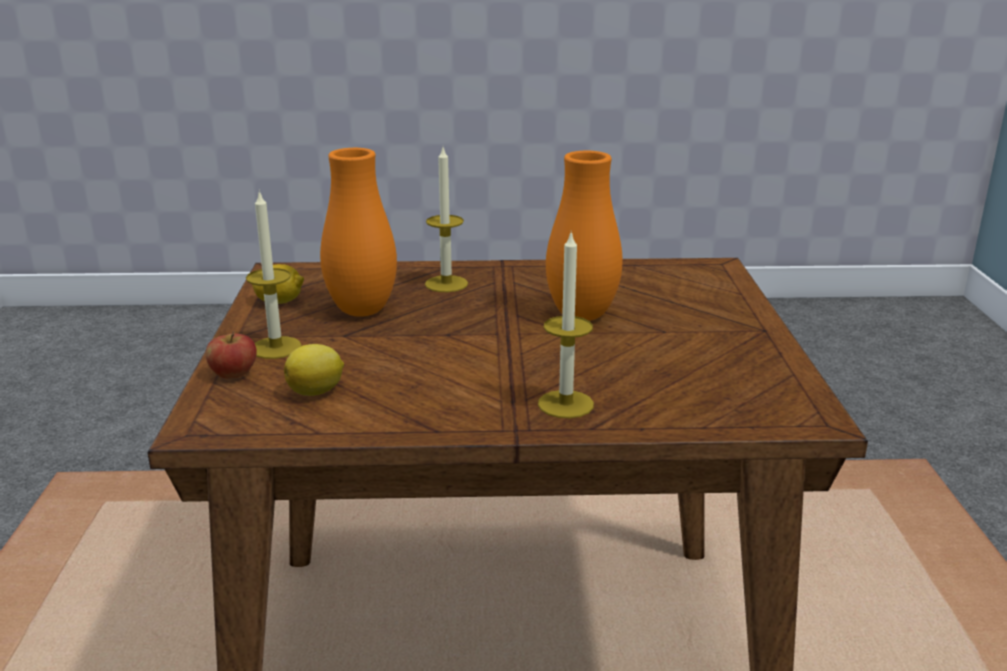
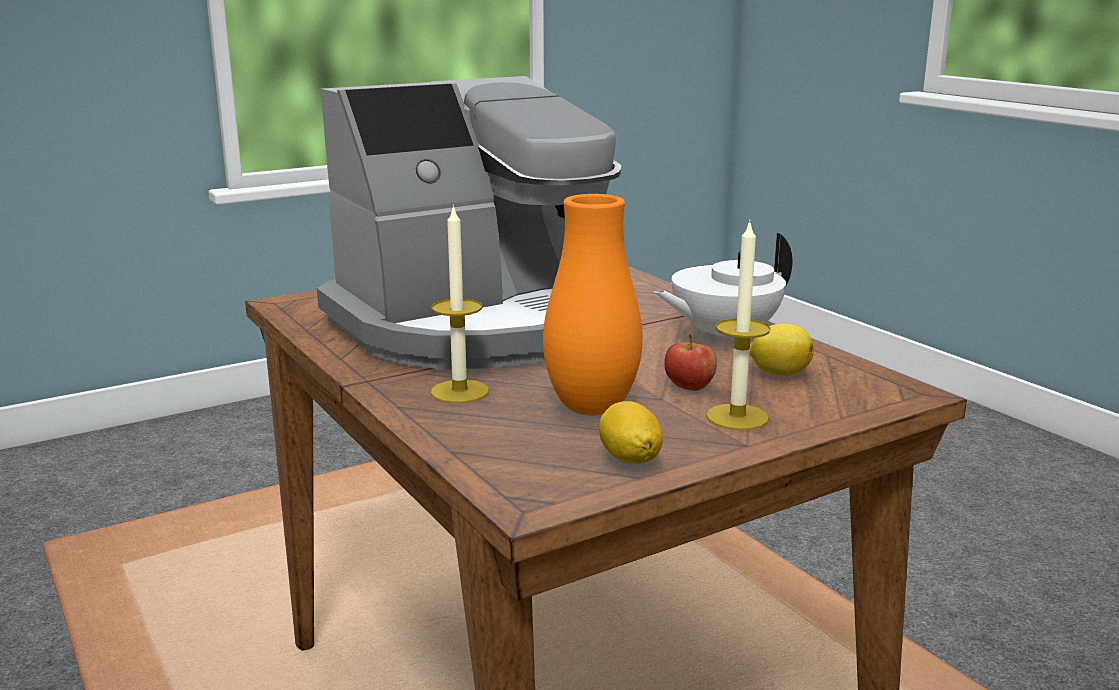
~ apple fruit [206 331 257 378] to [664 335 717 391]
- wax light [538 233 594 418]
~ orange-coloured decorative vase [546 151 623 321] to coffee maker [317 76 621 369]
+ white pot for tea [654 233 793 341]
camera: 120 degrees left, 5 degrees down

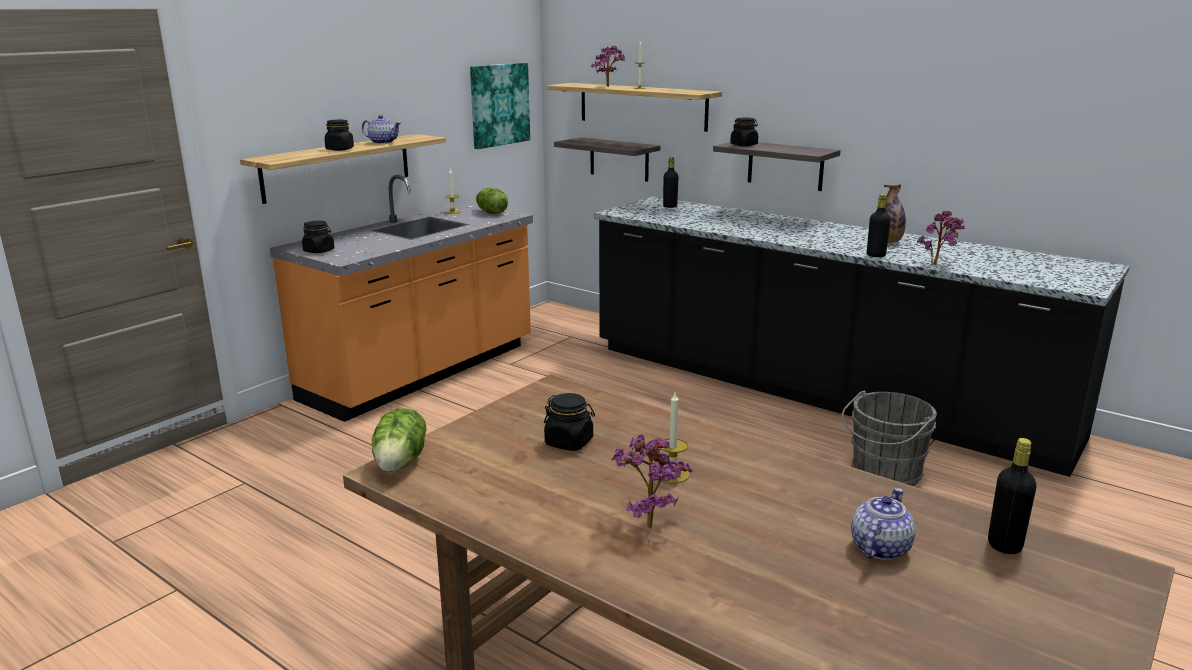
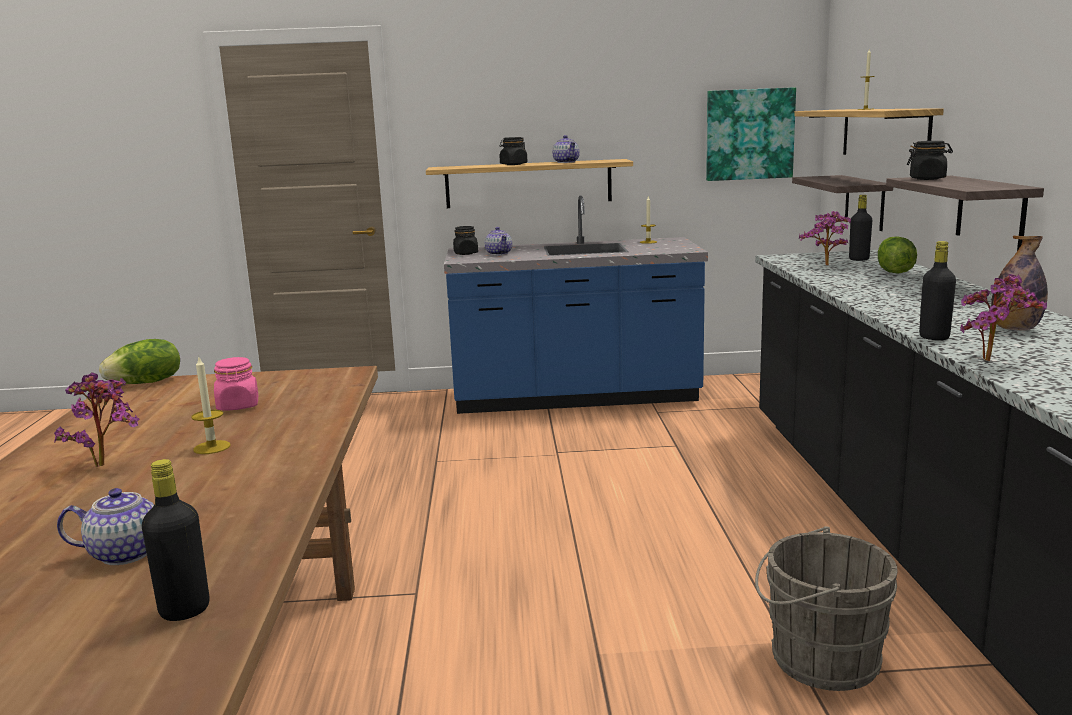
~ orange-coloured kitchen counter [270 175 533 422] to blue-coloured kitchen counter [444 195 708 414]
~ lettuce [476 188 508 214] to [878 236 917 273]
~ blackish preserve jar [544 393 595 451] to pinkish preserve jar [214 357 258 411]
~ plant in a pot [591 45 625 87] to [799 211 851 266]
+ pot for tea [485 227 512 255]
camera: 50 degrees right, 5 degrees down

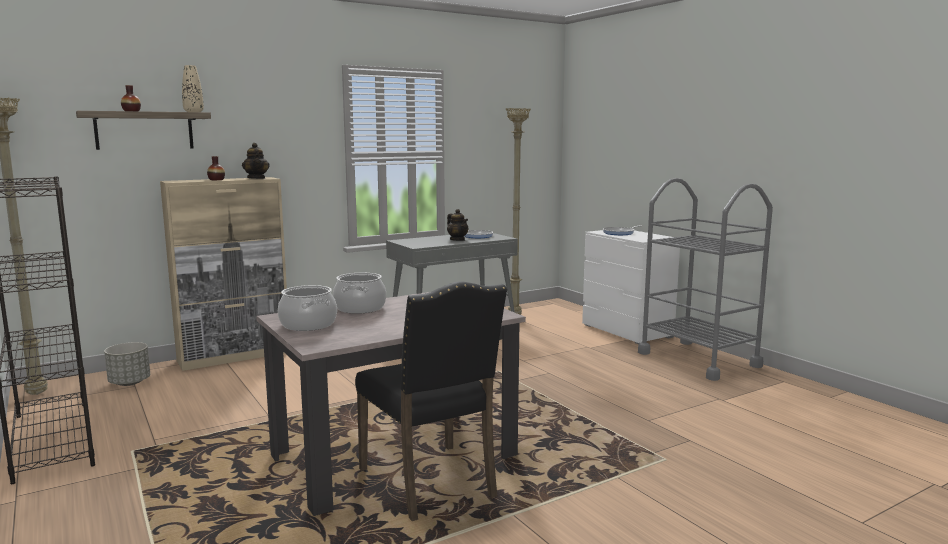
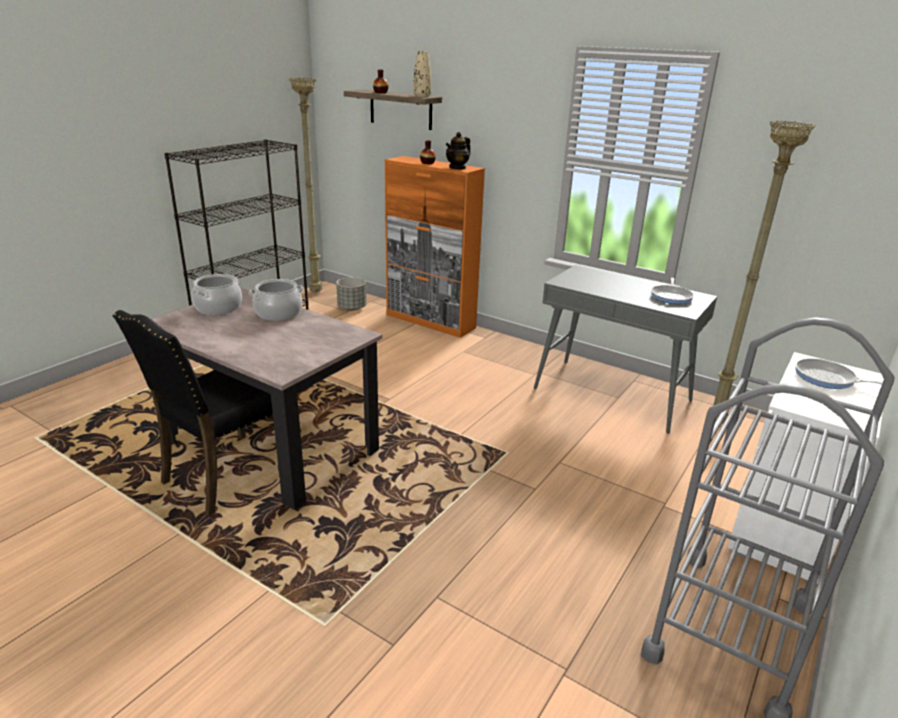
~ beige-coloured cupboard [160 177 287 371] to orange-coloured cupboard [385 156 485 338]
- pot for tea [447 209 468 241]
camera: 65 degrees right, 15 degrees up

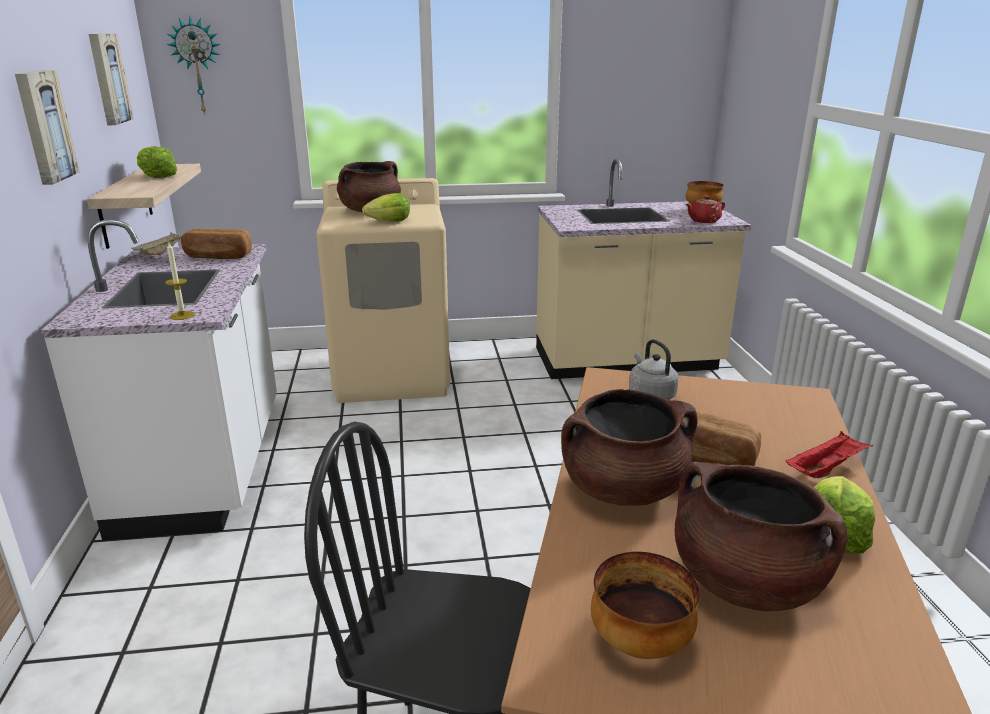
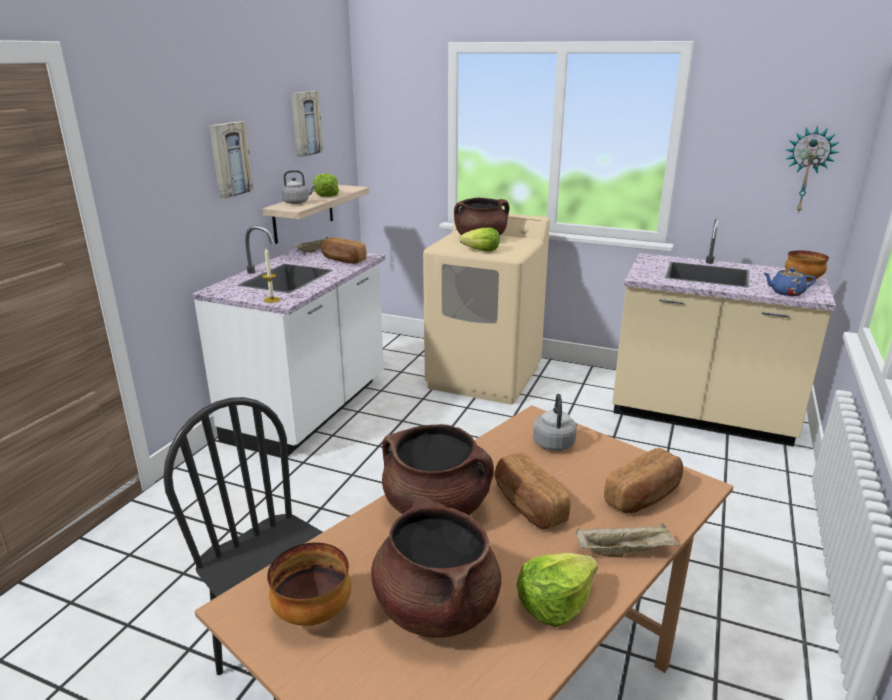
~ hanging clock [167 16 221 115] to [786 126 839 214]
~ red-coloured pot for tea [686 196 725 223] to blue-coloured pot for tea [763 268 816 296]
~ red-coloured serving tray [786 431 873 478] to beige-coloured serving tray [576 523 680 557]
+ grey kettle [282 170 316 204]
+ bakery bread [604 448 683 513]
camera: 30 degrees right, 0 degrees up

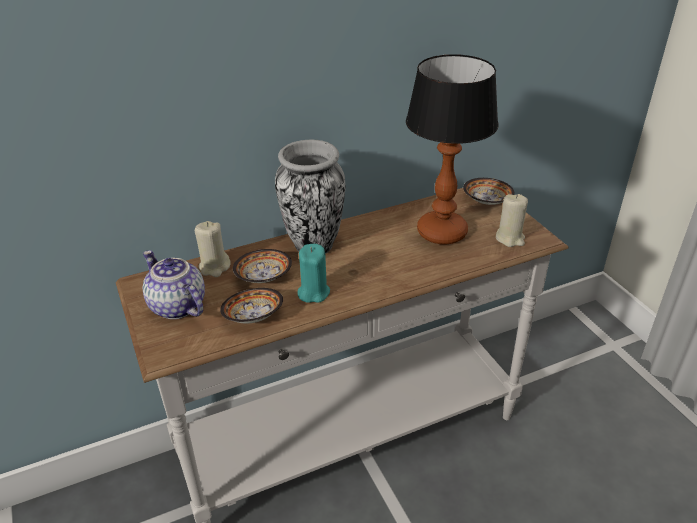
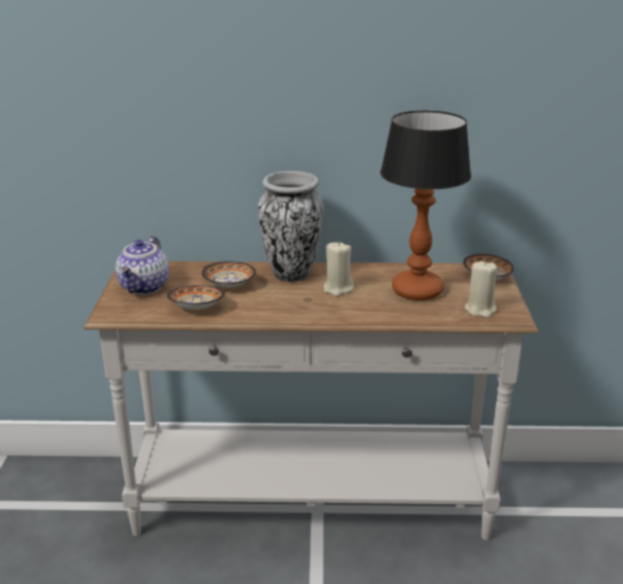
~ pot for tea [143 250 205 319] = [115 236 169 295] 150 degrees counterclockwise
~ beige-coloured wax light [195 221 230 277] to [324 241 354 296]
- blue-green wax light [297 244 330 303]
camera: 25 degrees right, 10 degrees down

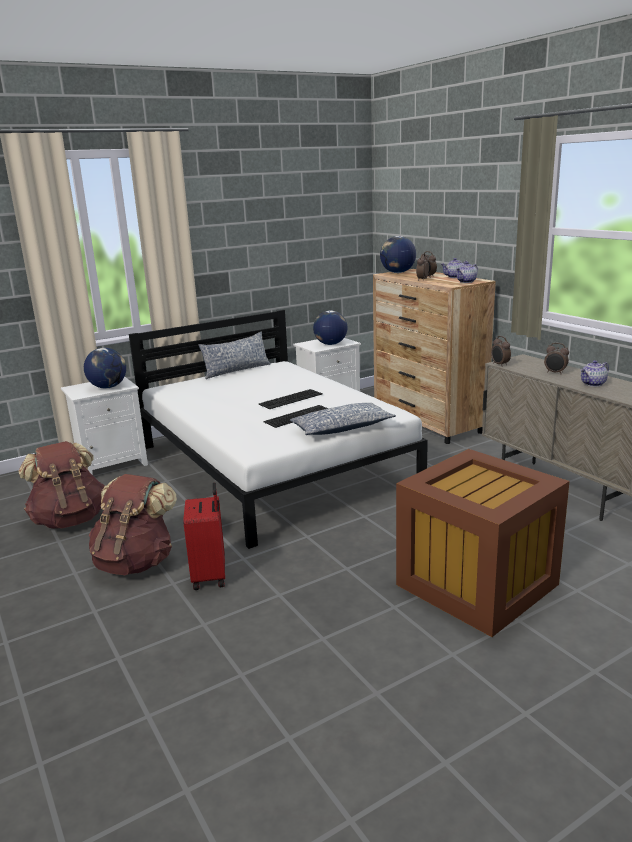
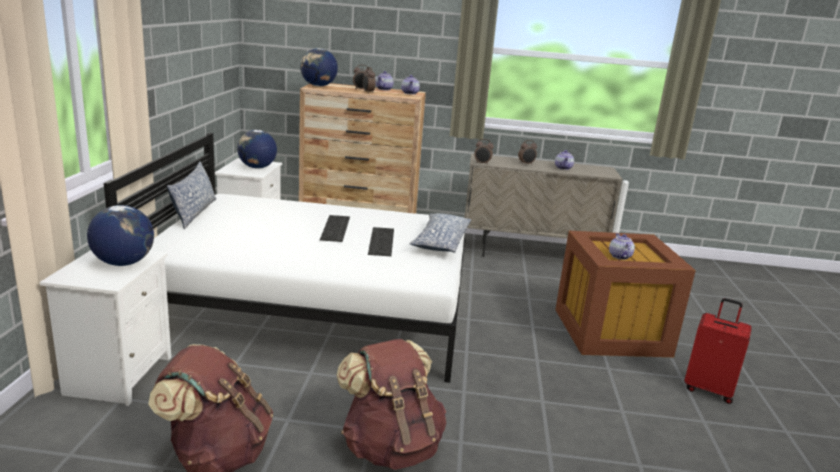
~ red-coloured piece of luggage [183 482 225 590] to [684 298 751 404]
+ pot for tea [609 233 635 260]
camera: 55 degrees left, 0 degrees up

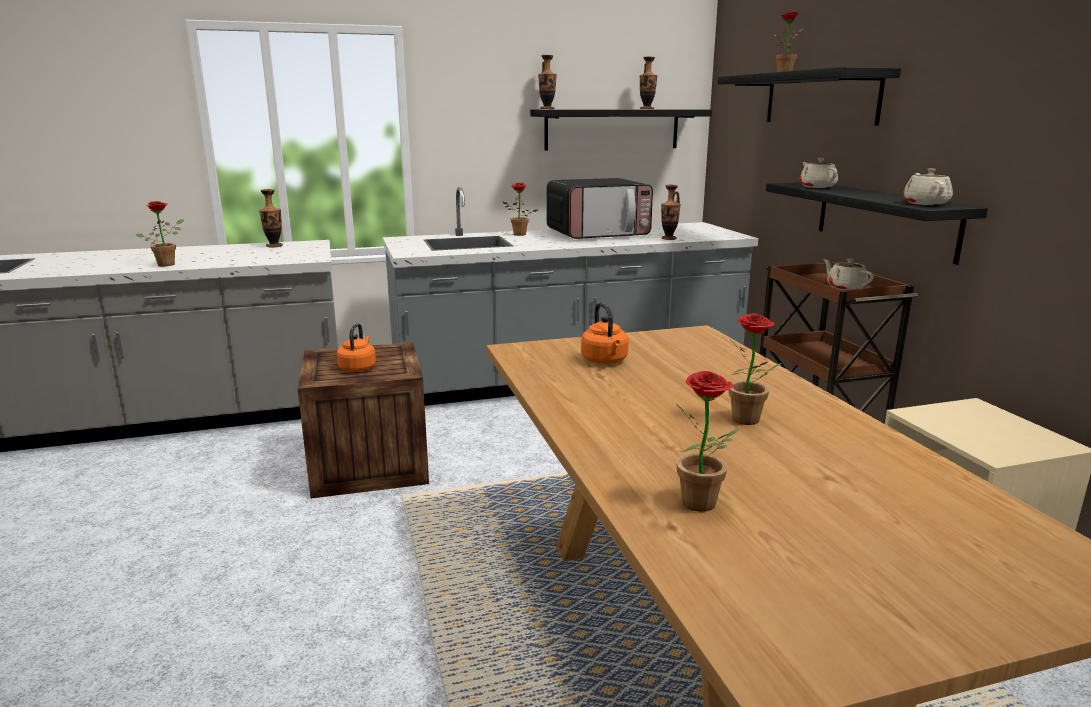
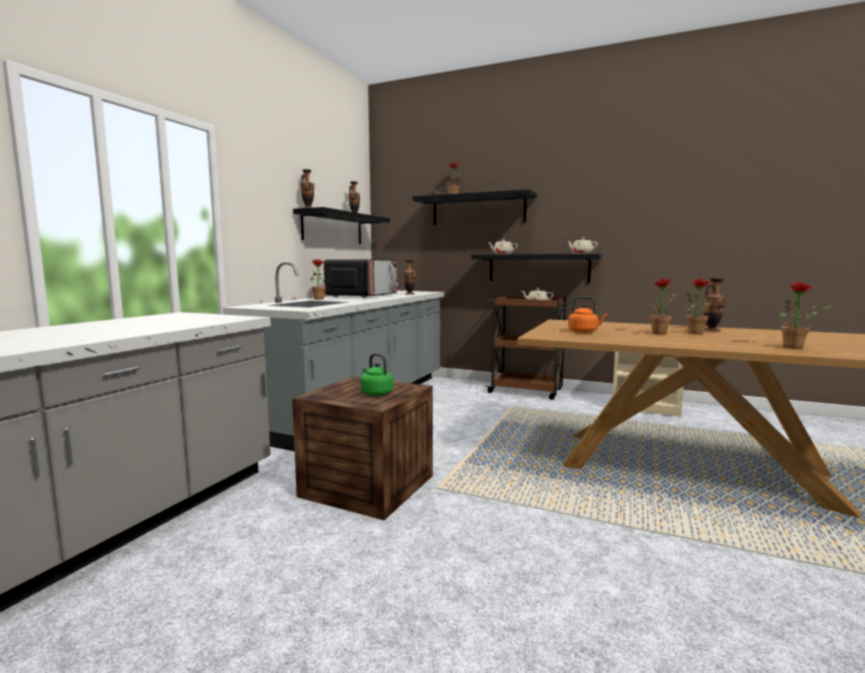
~ plant in a pot [135 201 184 266] to [645 279 676 335]
~ decorative vase [259 189 283 247] to [704 278 726 332]
~ orange-coloured kettle [337 323 376 372] to greenish kettle [360 353 394 396]
camera: 50 degrees left, 10 degrees down

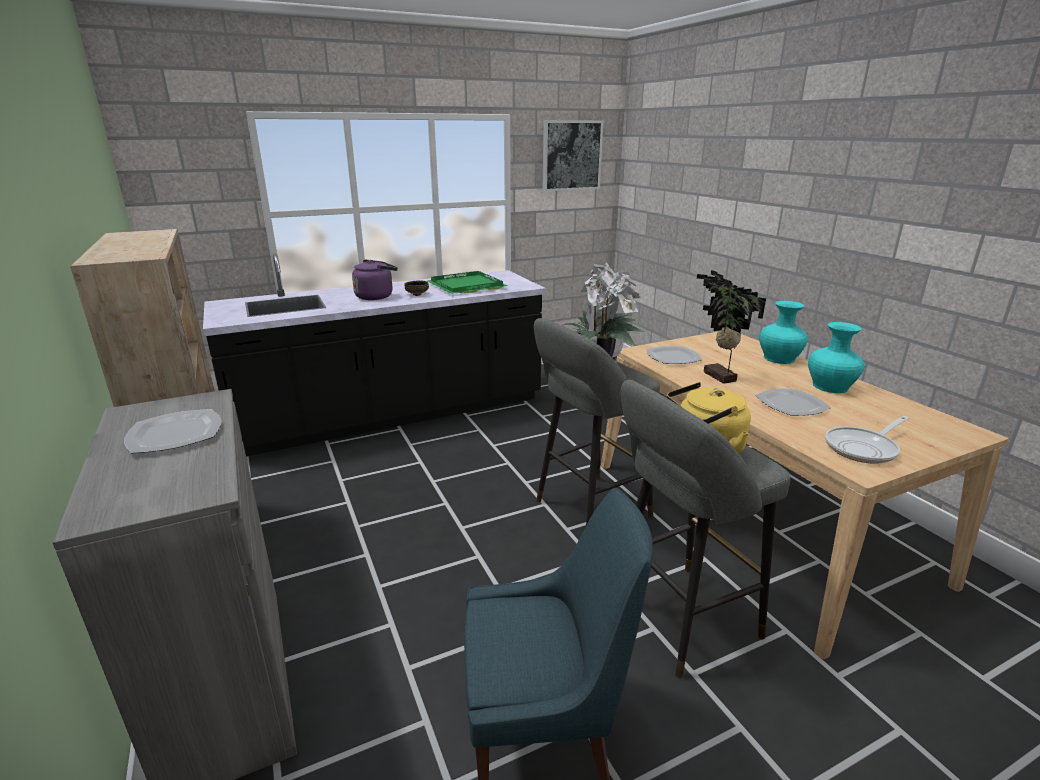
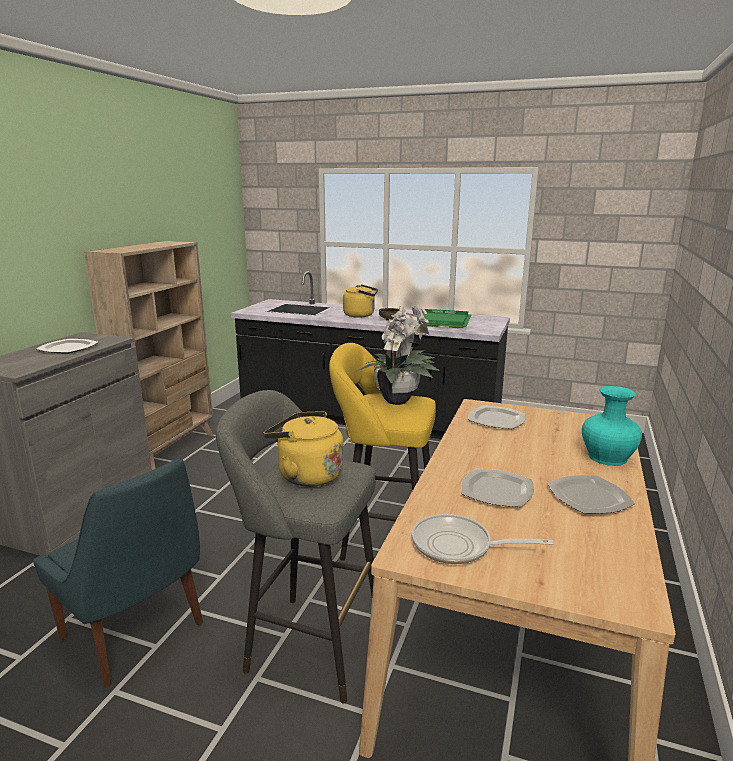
~ purplish kettle [352 260 398 300] to yellow-coloured kettle [343 285 378 318]
~ grey stool seat [534 318 660 525] to yellow-coloured stool seat [329 343 436 561]
- wall art [543 120 604 191]
- plant in a pot [697 270 766 384]
~ blue-green decorative vase [808 322 865 393] to dinner plate [547 475 635 514]
camera: 45 degrees right, 5 degrees down

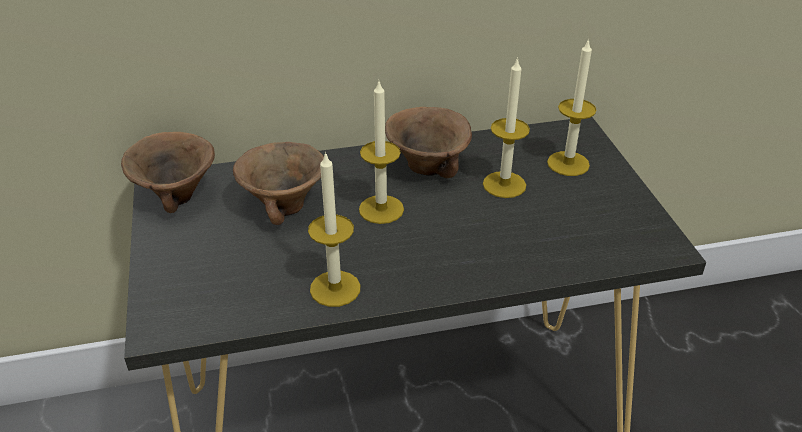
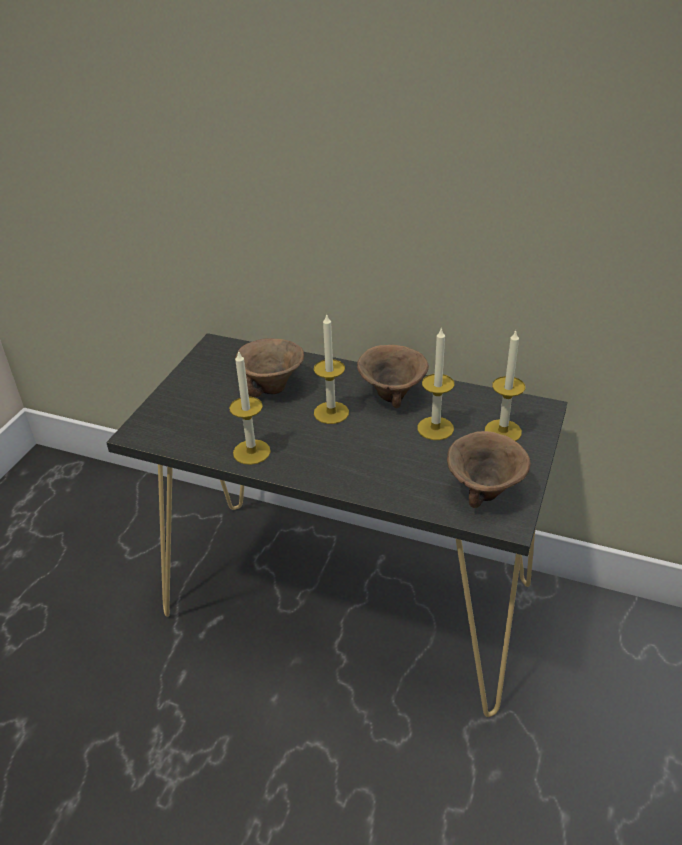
~ brown-coloured bowl [121 132 215 213] to [447 431 531 508]
camera: 35 degrees right, 0 degrees up

